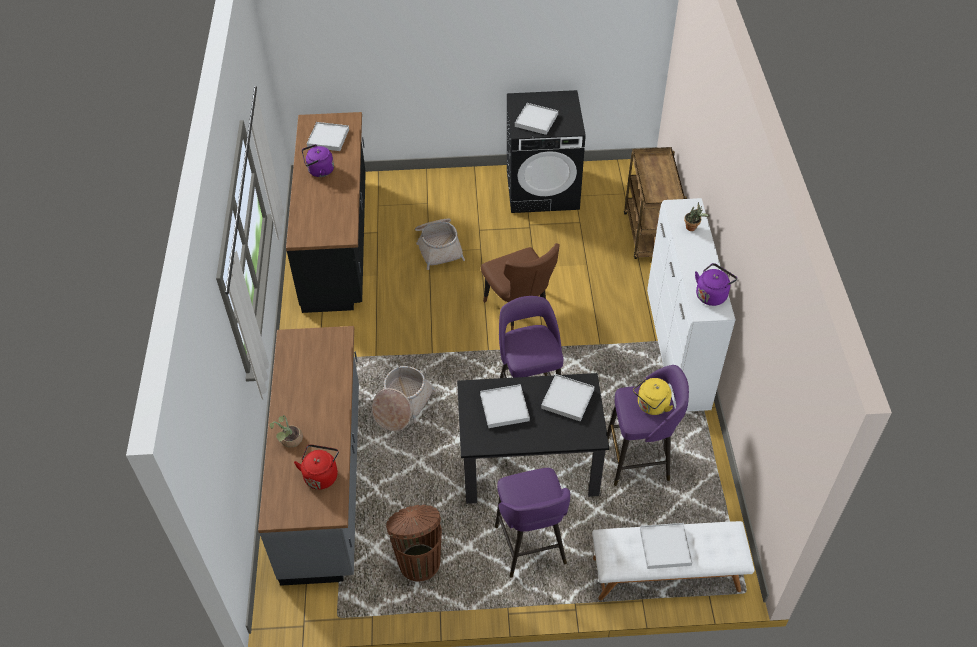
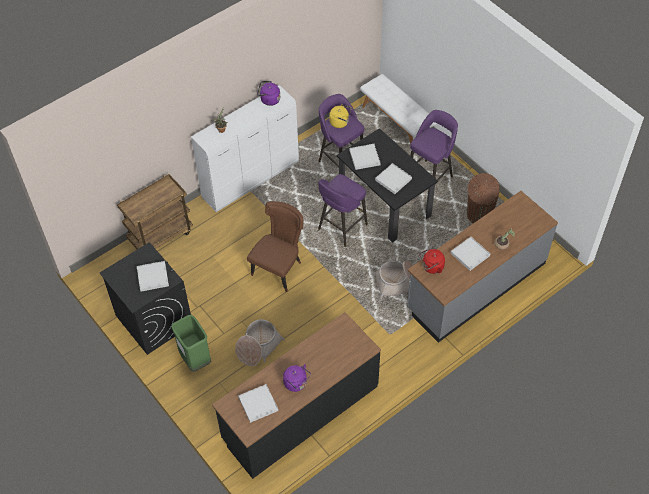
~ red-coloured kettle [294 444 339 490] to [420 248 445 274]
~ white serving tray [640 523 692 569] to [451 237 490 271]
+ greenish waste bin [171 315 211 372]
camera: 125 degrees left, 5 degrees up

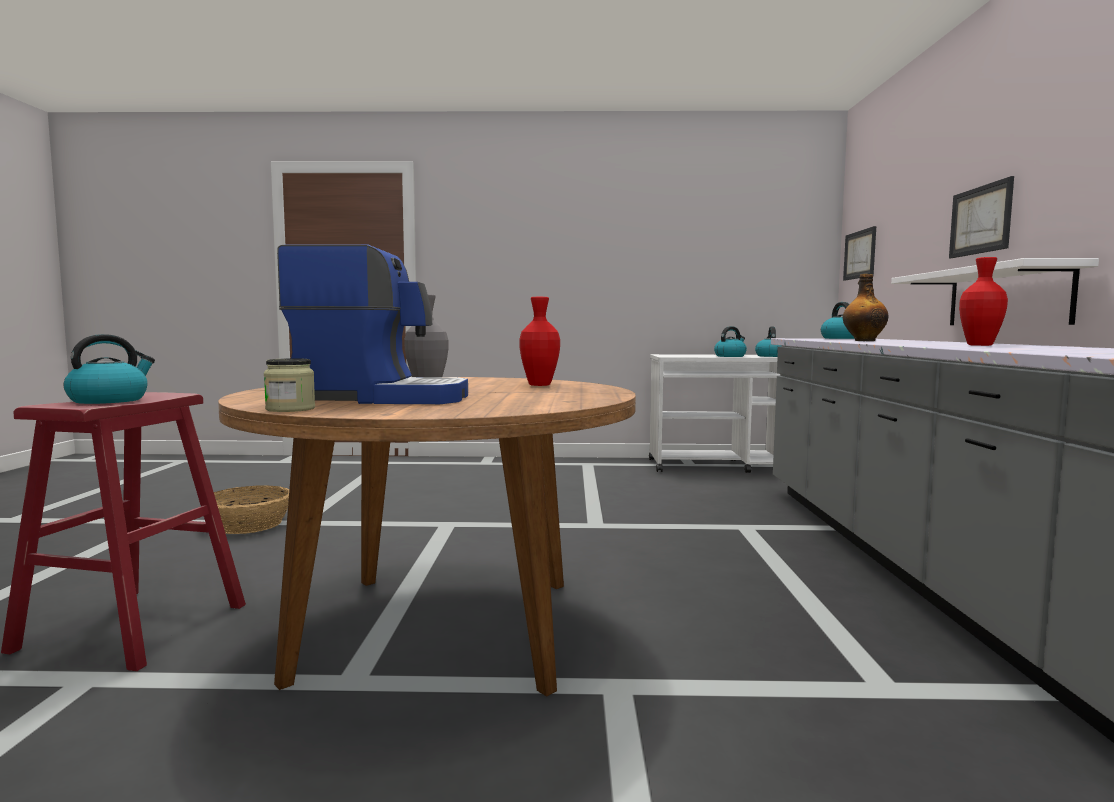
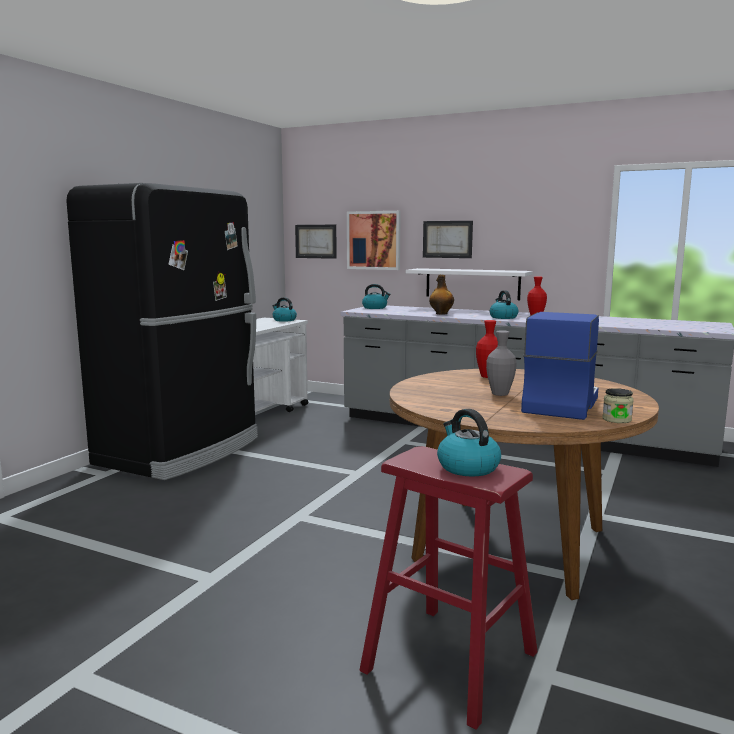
- household basket [214 485 289 534]
~ kettle [714 326 747 357] to [490 290 519 319]
+ blackish fridge [66 183 258 480]
+ wall art [347 211 401 270]
camera: 65 degrees left, 5 degrees up

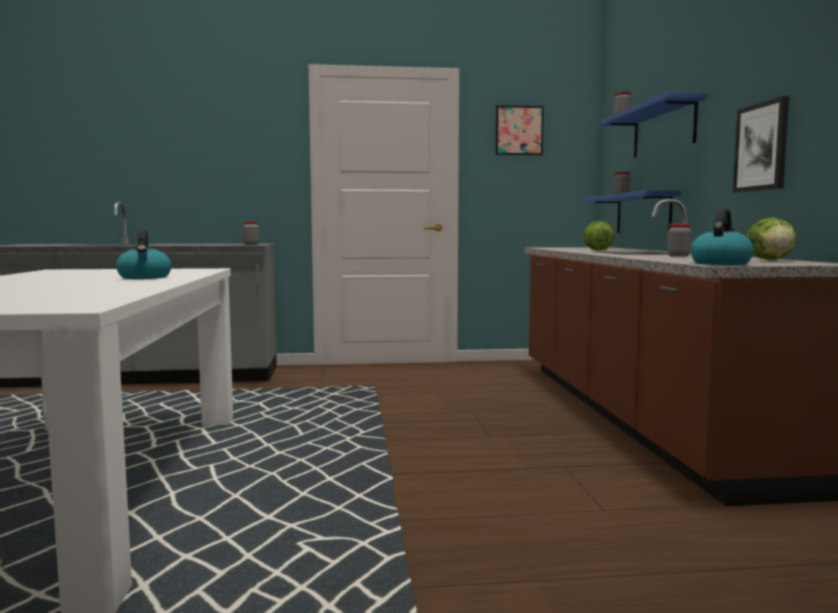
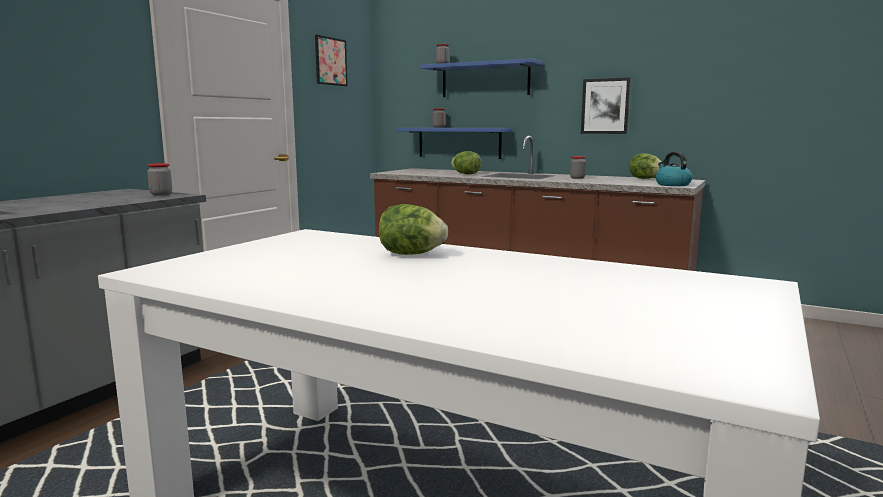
~ kettle [116 229 172 279] to lettuce [379 204 448 255]
camera: 55 degrees left, 5 degrees up

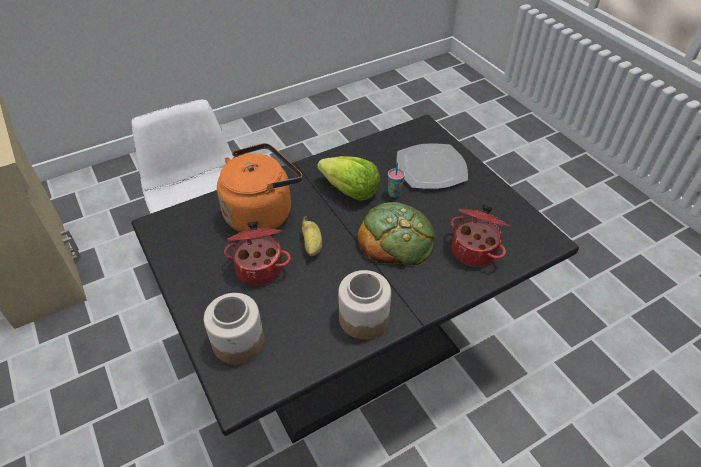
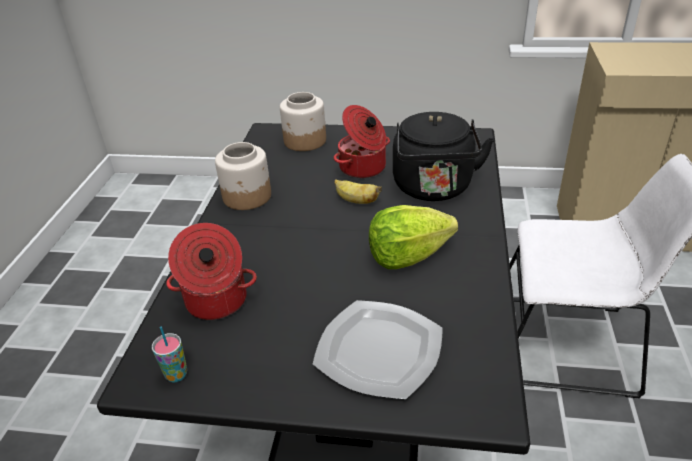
~ orange-coloured kettle [217 143 302 232] to blackish kettle [393 112 494 201]
- bakery bread [357 202 435 266]
~ drinking cup [388 163 405 198] to [152 327 187 382]
camera: 130 degrees right, 10 degrees down

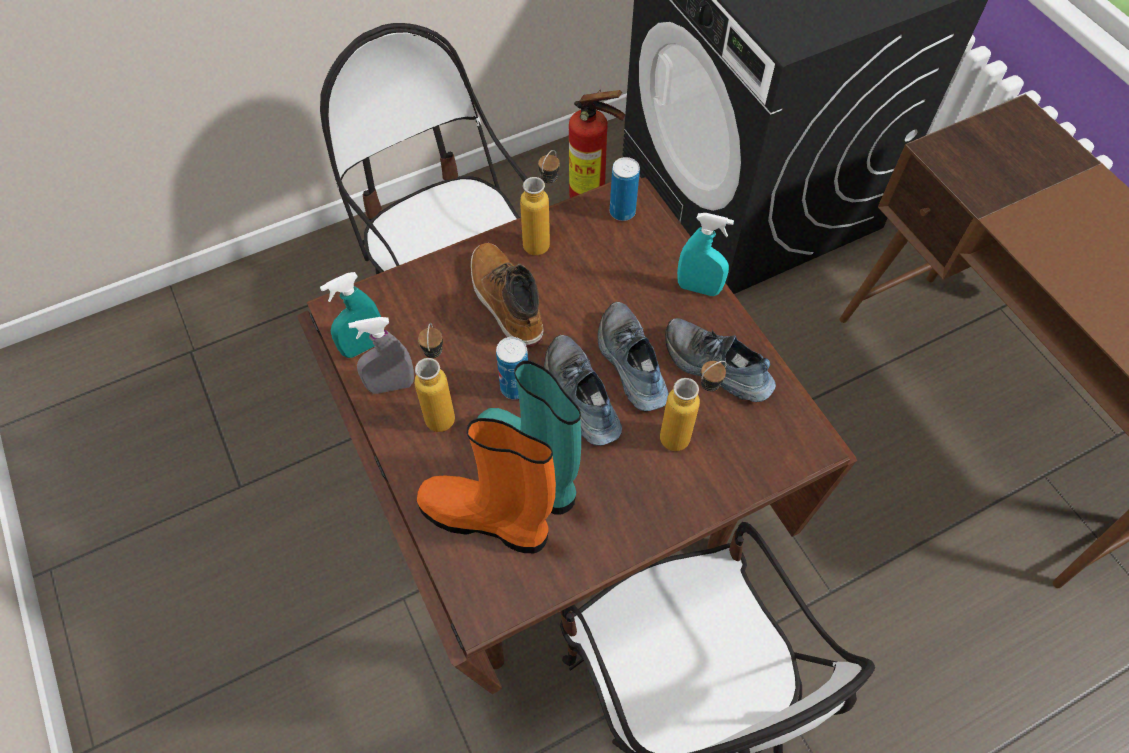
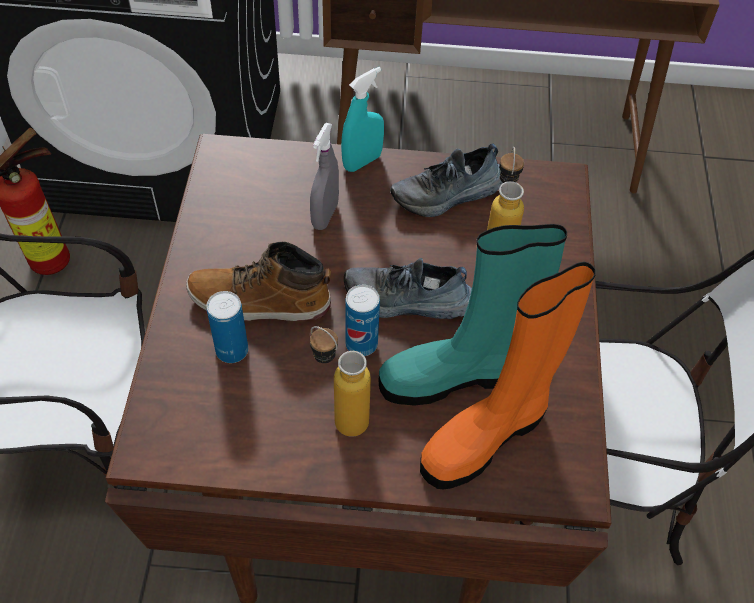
- blue-green hand sprayer [320 272 381 358]
~ grey hand sprayer [348 317 414 394] to [310 123 339 230]
- drink bottle [520 150 560 256]
- shoe [598 301 669 411]
~ metal can [610 157 640 221] to [207 291 248 363]
camera: 60 degrees left, 5 degrees down

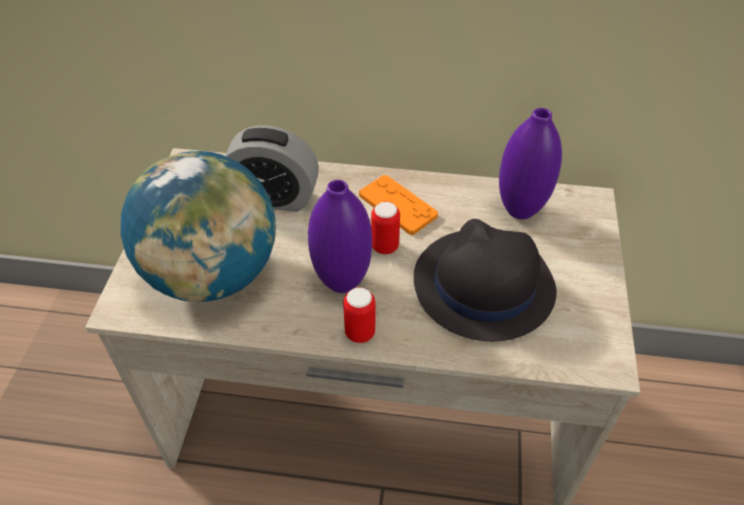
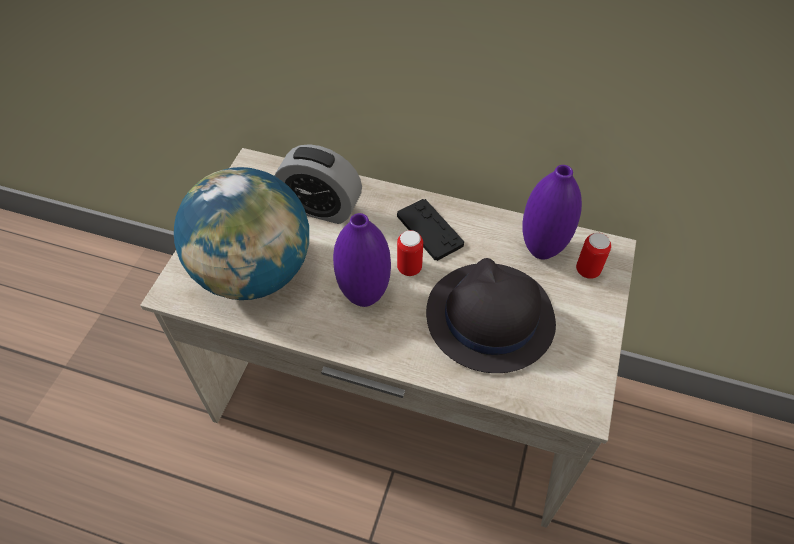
~ metal can [343 287 376 343] to [576 233 611 279]
~ orange-coloured game controller [359 175 438 235] to blackish game controller [397 199 464 261]
camera: 10 degrees right, 5 degrees up

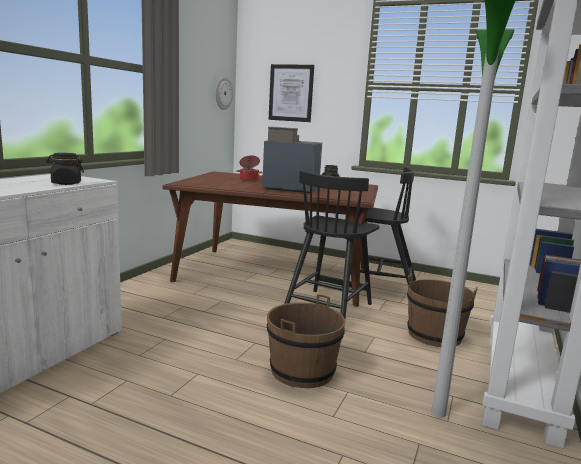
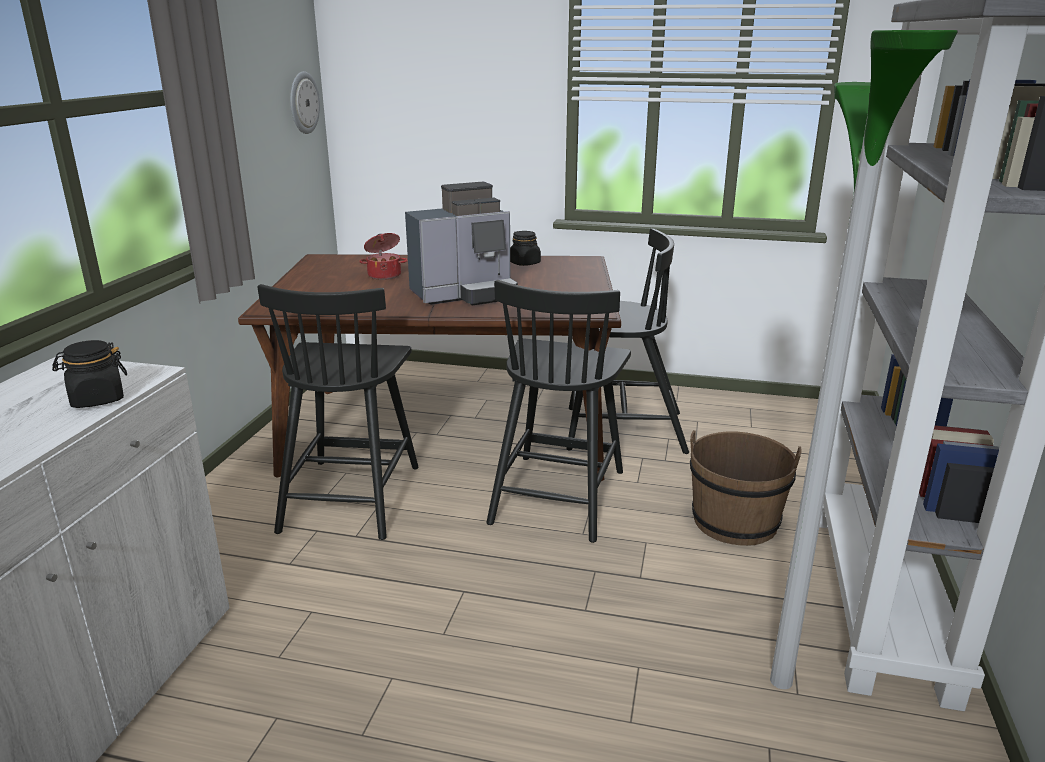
~ coffee maker [262 127 322 193] = [405 182 518 305] 150 degrees clockwise
- brown-coloured pail [267 294 346 388]
- wall art [269 64 314 122]
+ blackish chair [257 284 419 540]
camera: 10 degrees left, 10 degrees up

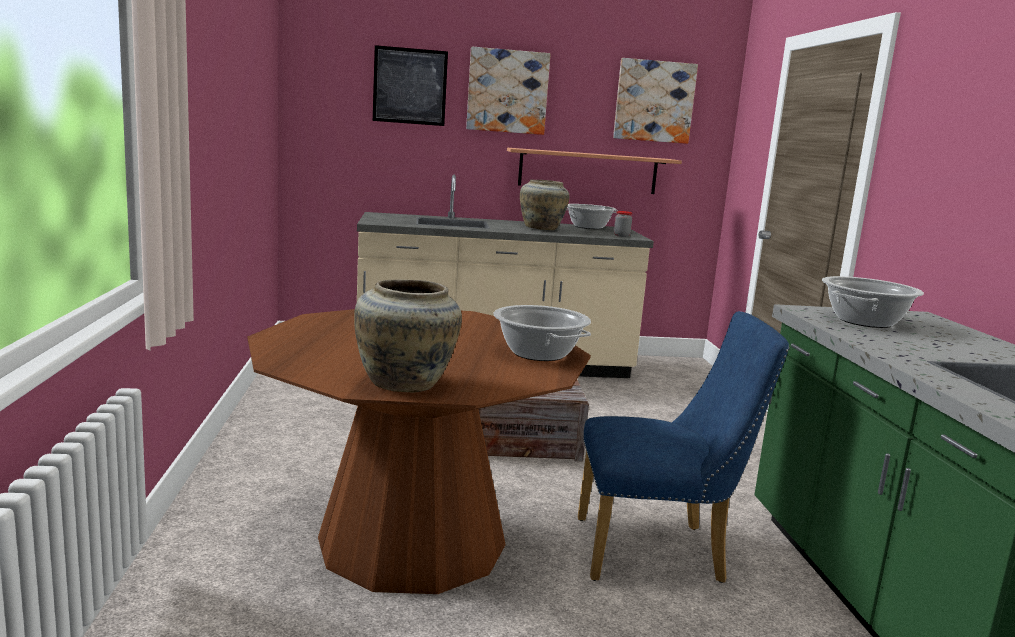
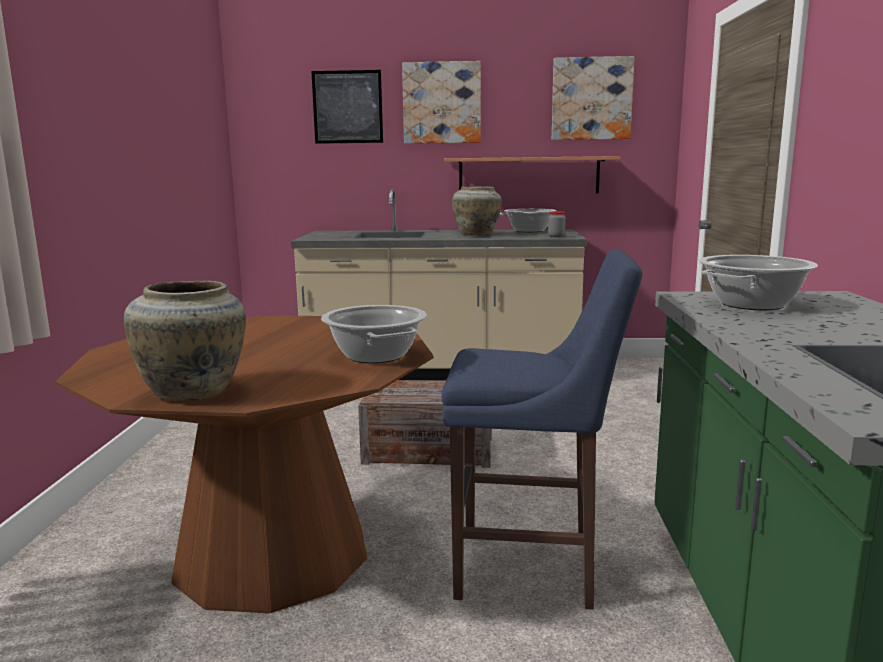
~ blue-coloured chair [578 311 789 583] to blue-coloured stool seat [442 249 642 610]
camera: 10 degrees right, 0 degrees up

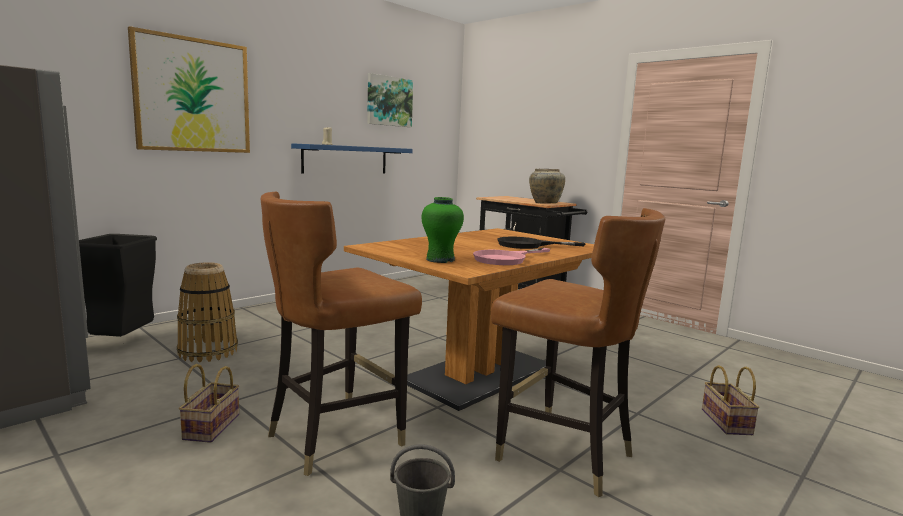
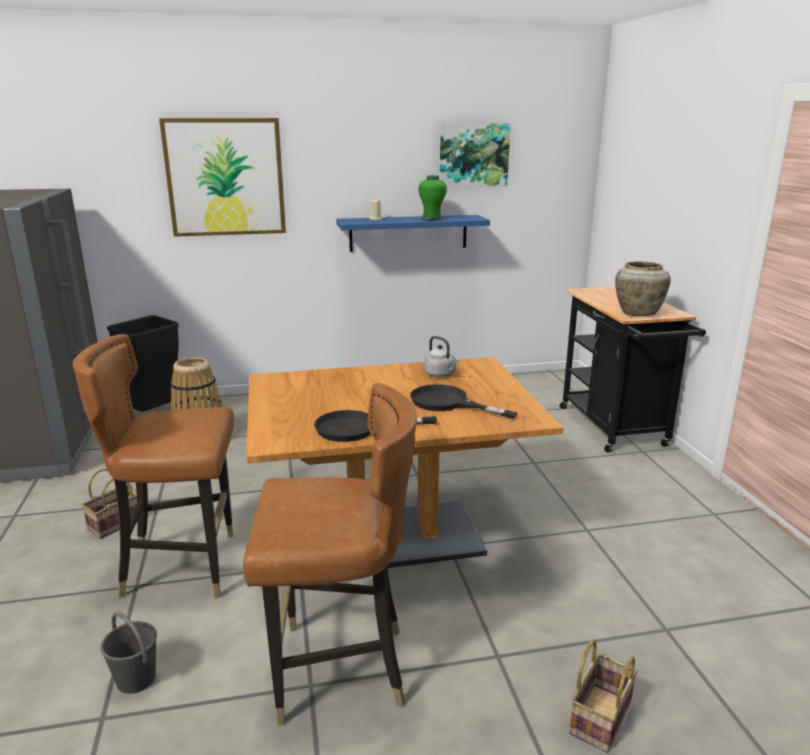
~ greenish decorative vase [422 197 464 263] to [418 175 447 221]
~ pinkish pan [473 248 550 265] to blackish pan [314 410 437 442]
~ brown-coloured chair [491 208 665 497] = [243 383 417 725] 75 degrees counterclockwise
+ grey kettle [424 336 459 377]
camera: 35 degrees right, 10 degrees up

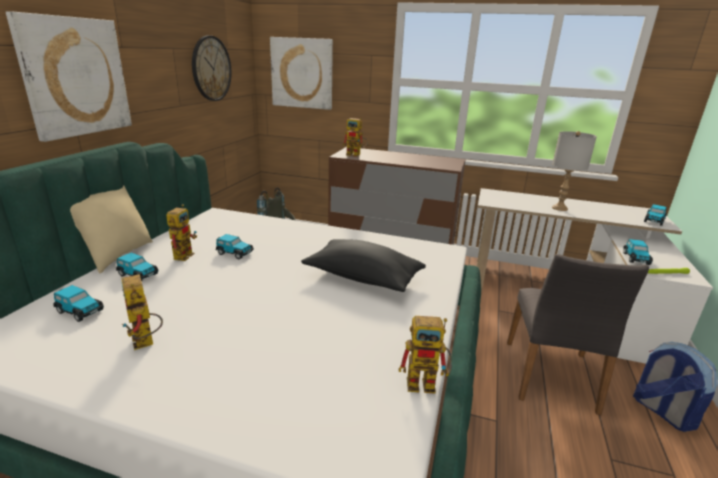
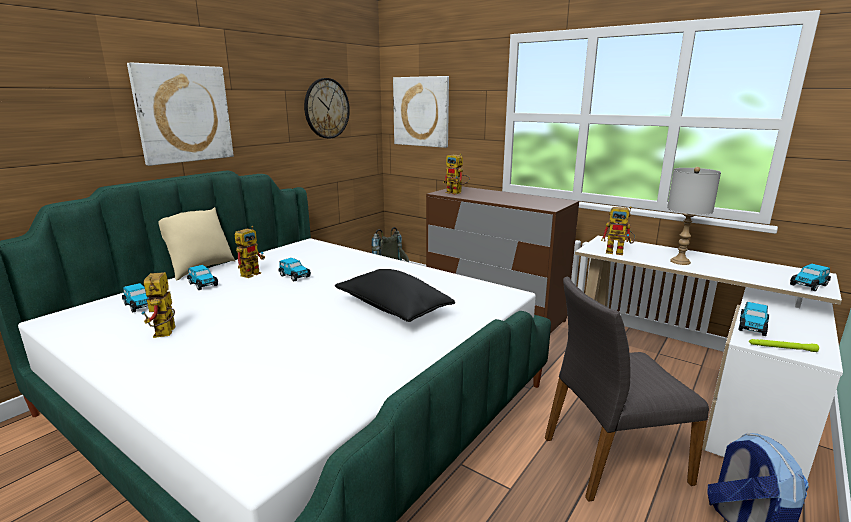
~ model robot [399 316 452 394] to [601 206 635 255]
~ grey chair [507 254 649 415] = [545 276 709 502] 45 degrees clockwise
camera: 20 degrees right, 5 degrees down

